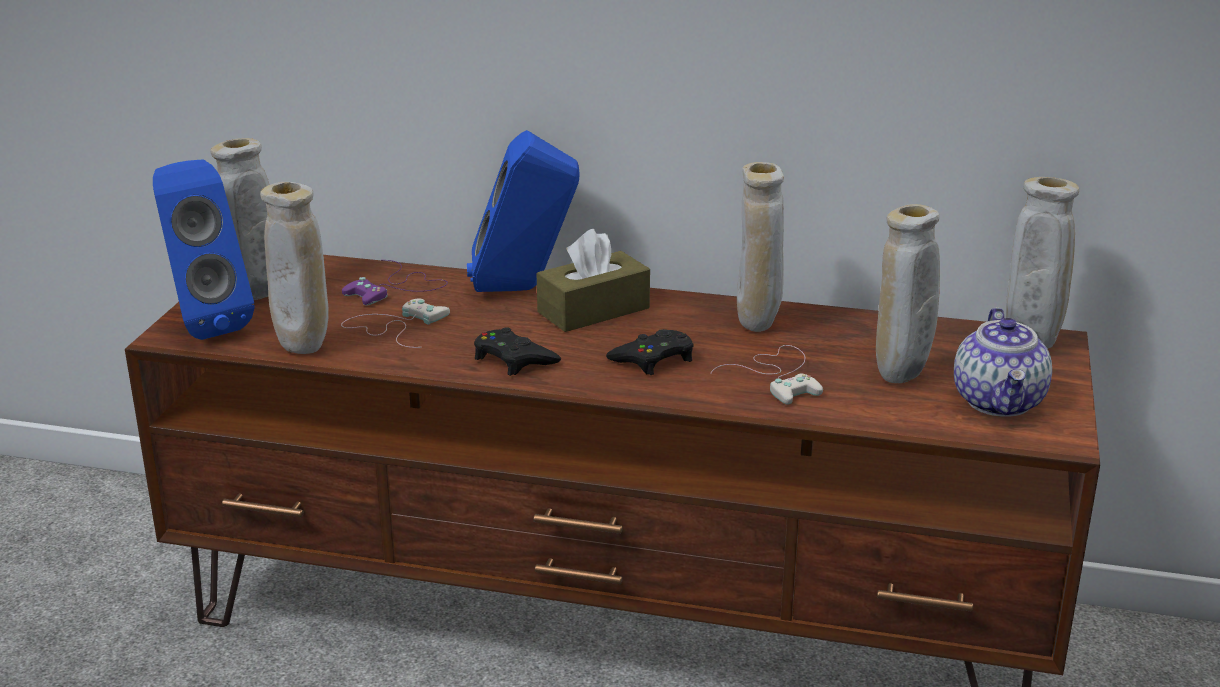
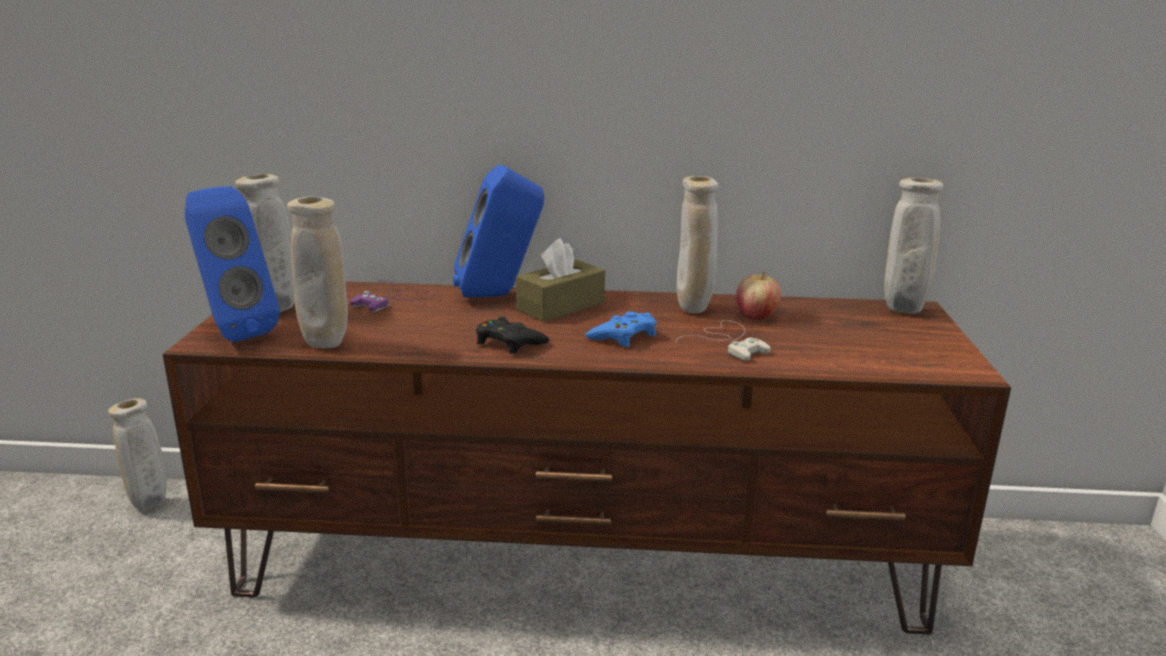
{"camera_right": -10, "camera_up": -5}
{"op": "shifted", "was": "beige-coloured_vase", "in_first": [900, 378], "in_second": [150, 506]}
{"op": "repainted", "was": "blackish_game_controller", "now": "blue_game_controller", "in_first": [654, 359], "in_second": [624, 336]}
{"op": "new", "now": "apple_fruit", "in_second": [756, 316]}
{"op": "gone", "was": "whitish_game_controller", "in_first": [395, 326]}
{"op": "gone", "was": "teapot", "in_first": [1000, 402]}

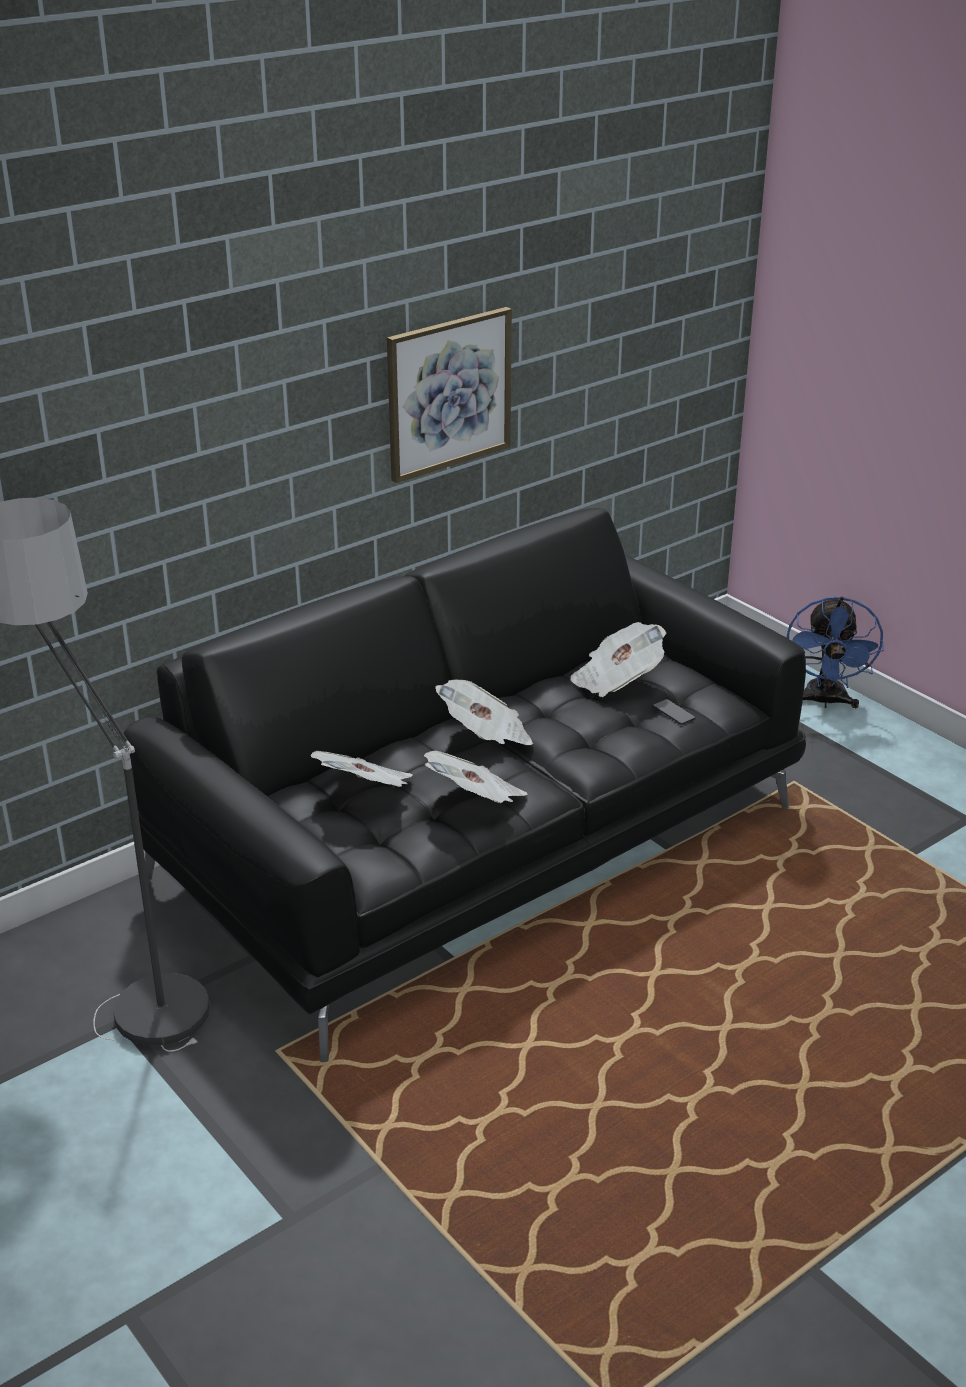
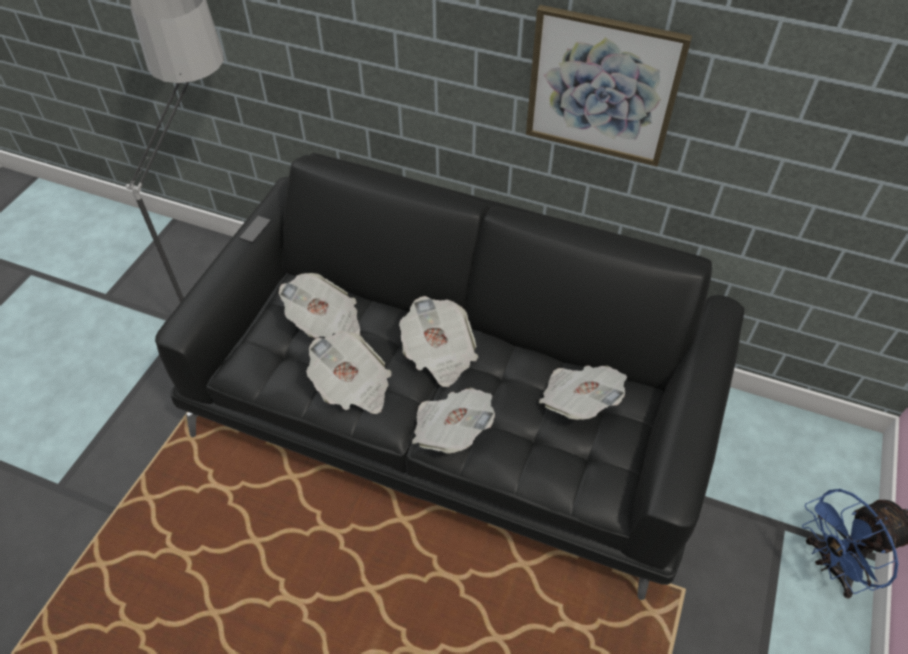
{"camera_right": 60, "camera_up": 20}
{"op": "shifted", "was": "phone", "in_first": [674, 713], "in_second": [255, 230]}
{"op": "new", "now": "daily_paper", "in_second": [451, 430]}

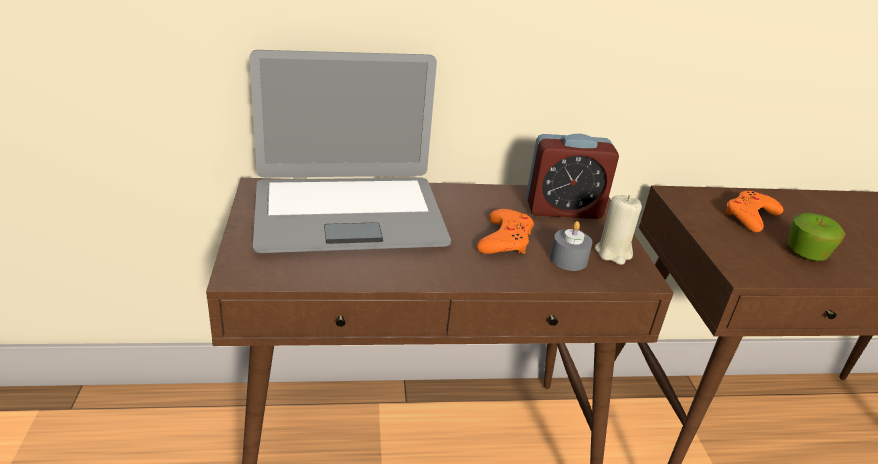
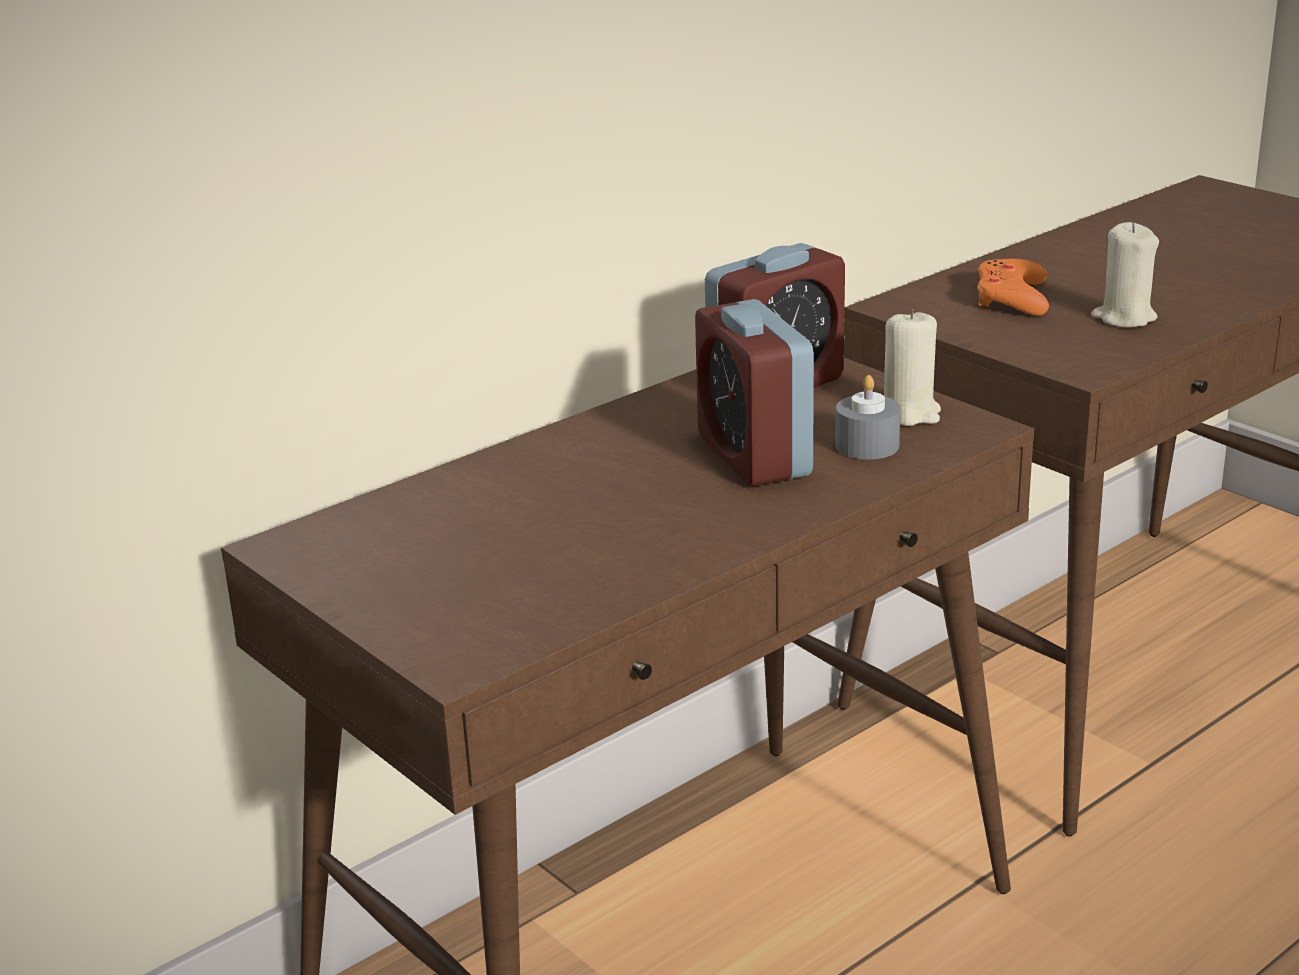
{"camera_right": -30, "camera_up": -5}
{"op": "swapped", "was": "orange-coloured_game_controller", "now": "table_clock", "in_first": [505, 239], "in_second": [754, 456]}
{"op": "swapped", "was": "apple_fruit", "now": "beige-coloured_wax_candle", "in_first": [806, 254], "in_second": [1124, 318]}
{"op": "gone", "was": "portable_computer", "in_first": [348, 214]}

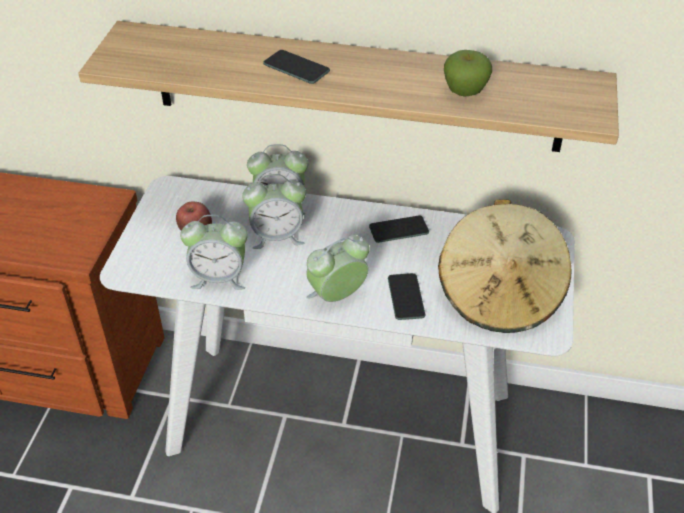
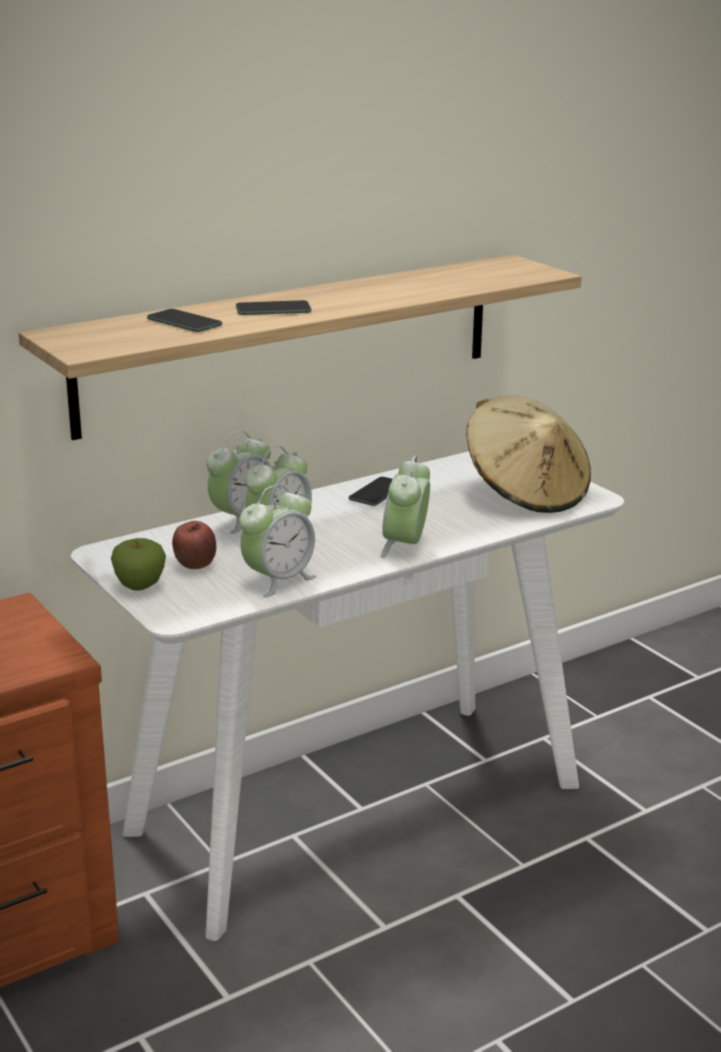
{"camera_right": -45, "camera_up": -20}
{"op": "shifted", "was": "apple_fruit", "in_first": [465, 92], "in_second": [140, 586]}
{"op": "shifted", "was": "phone", "in_first": [406, 297], "in_second": [184, 322]}

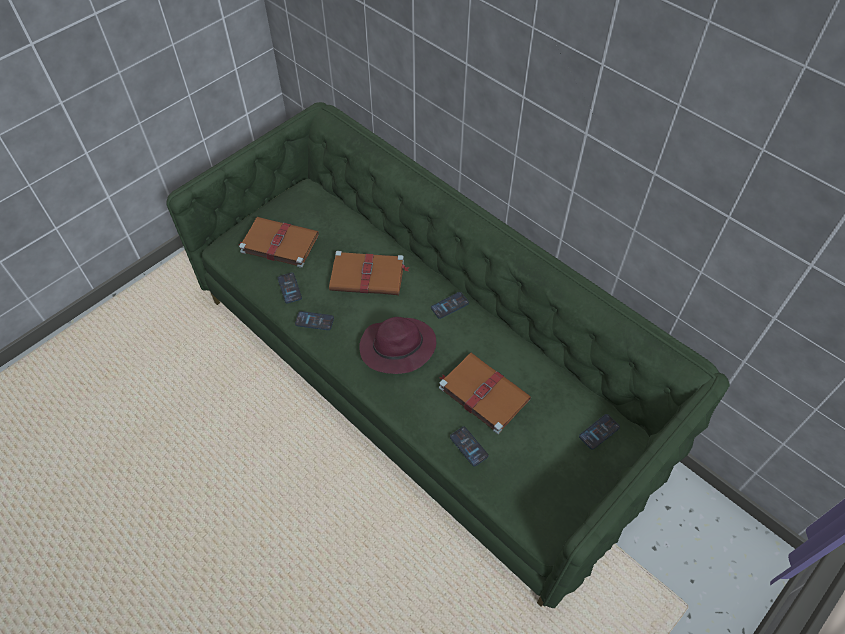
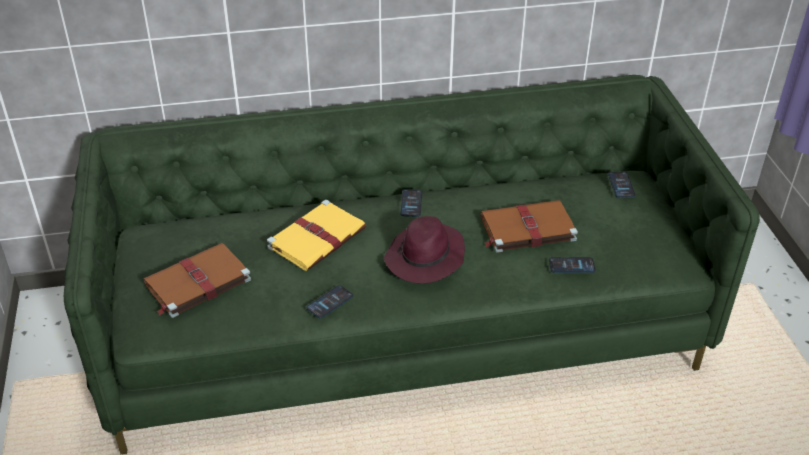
{"camera_right": -55, "camera_up": -15}
{"op": "repainted", "was": "brown_volume", "now": "yellow_volume", "in_first": [368, 276], "in_second": [318, 237]}
{"op": "gone", "was": "phone", "in_first": [289, 288]}

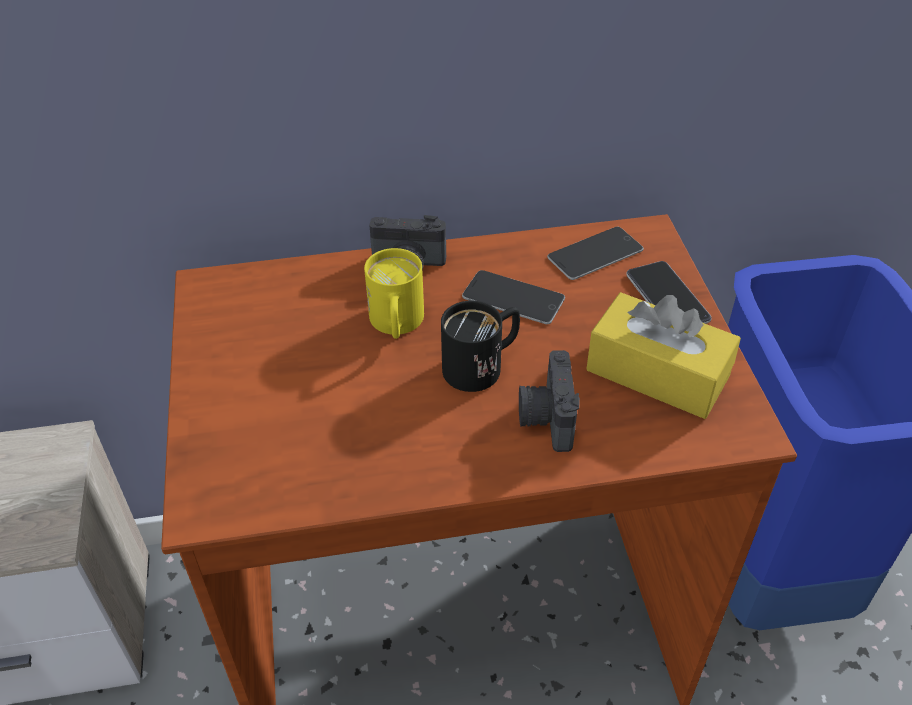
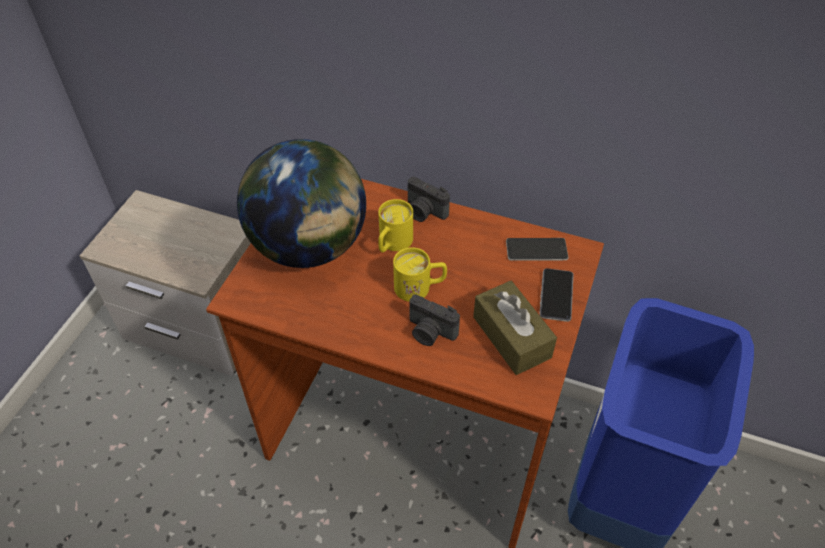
{"camera_right": 30, "camera_up": 5}
{"op": "new", "now": "globe", "in_second": [309, 246]}
{"op": "repainted", "was": "blackish_coffee_mug", "now": "yellow_coffee_mug", "in_first": [482, 365], "in_second": [420, 287]}
{"op": "rotated", "was": "still_camera", "in_first": [545, 418], "in_second": [430, 332], "clockwise": -90}
{"op": "repainted", "was": "yellow_tissue_holder", "now": "brown_tissue_holder", "in_first": [657, 373], "in_second": [511, 337]}
{"op": "gone", "was": "phone", "in_first": [513, 297]}

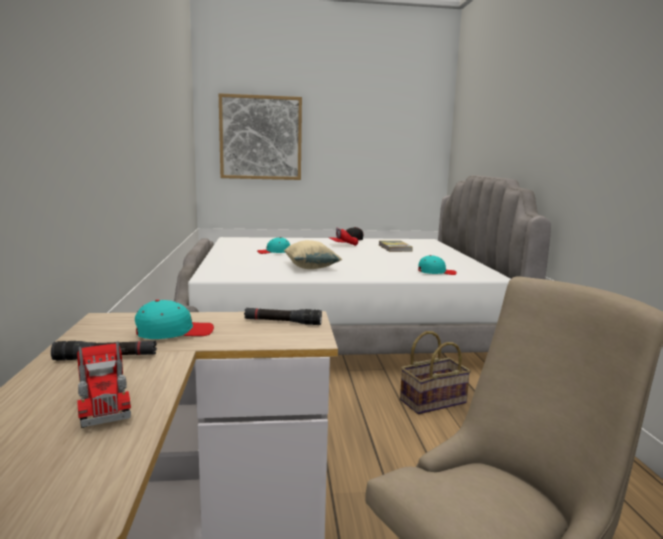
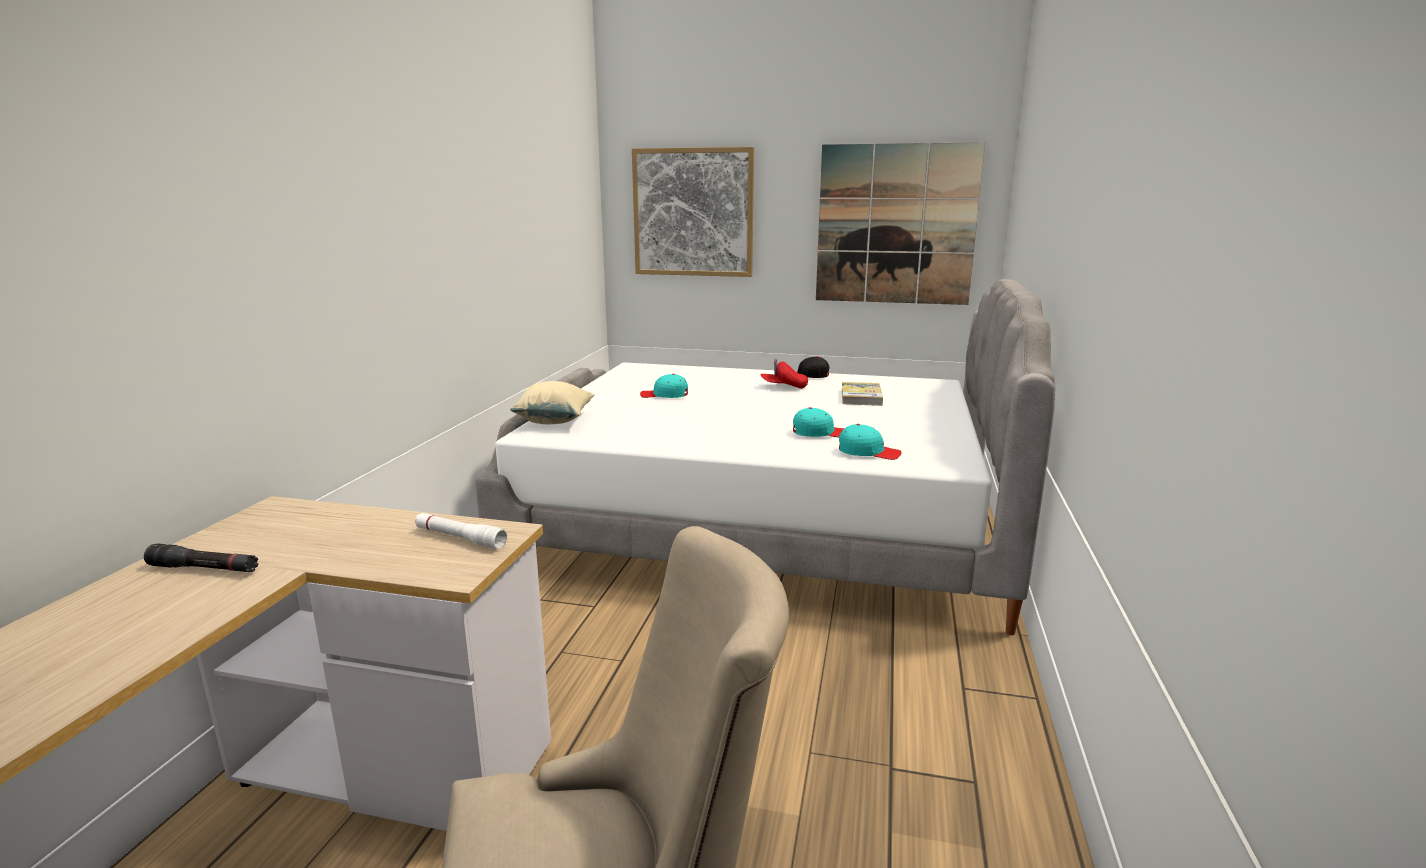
{"camera_right": 20, "camera_up": 5}
{"op": "repainted", "was": "blackish_hand_torch", "now": "whitish_hand_torch", "in_first": [282, 322], "in_second": [460, 538]}
{"op": "shifted", "was": "beige-coloured_pillow", "in_first": [311, 268], "in_second": [555, 421]}
{"op": "shifted", "was": "turquoise_baseball_cap", "in_first": [174, 332], "in_second": [820, 433]}
{"op": "new", "now": "wall_picture", "in_second": [895, 225]}
{"op": "gone", "was": "toy_truck", "in_first": [102, 395]}
{"op": "gone", "was": "household_basket", "in_first": [432, 401]}

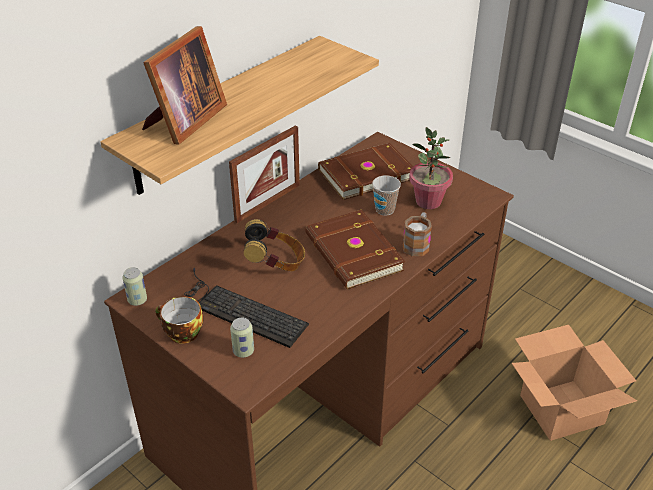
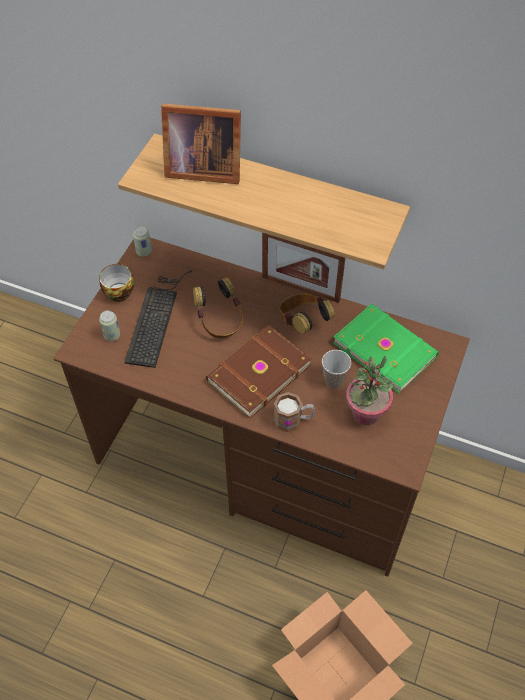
{"camera_right": 70, "camera_up": 15}
{"op": "new", "now": "pair_of_headphones", "in_second": [303, 322]}
{"op": "repainted", "was": "brown_volume", "now": "greenish_volume", "in_first": [365, 173], "in_second": [385, 348]}

